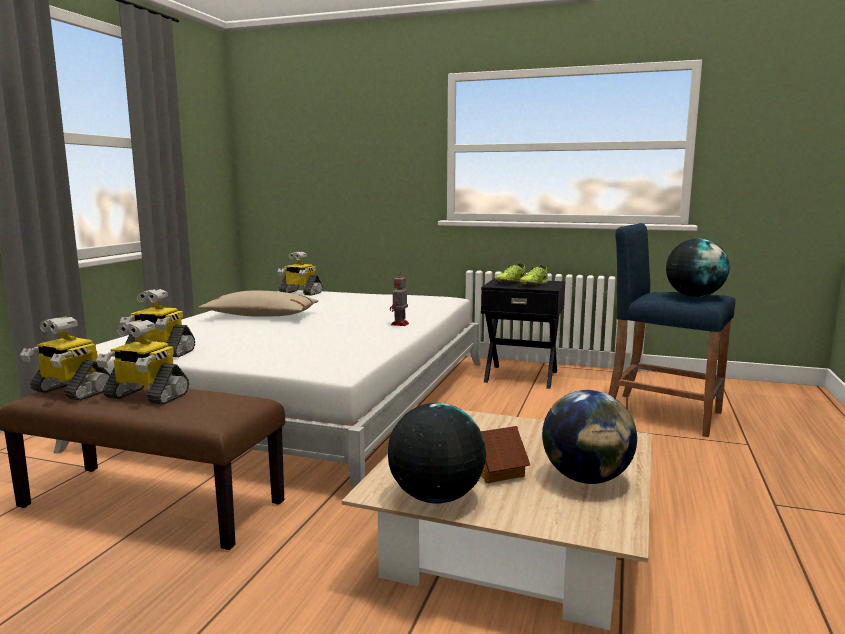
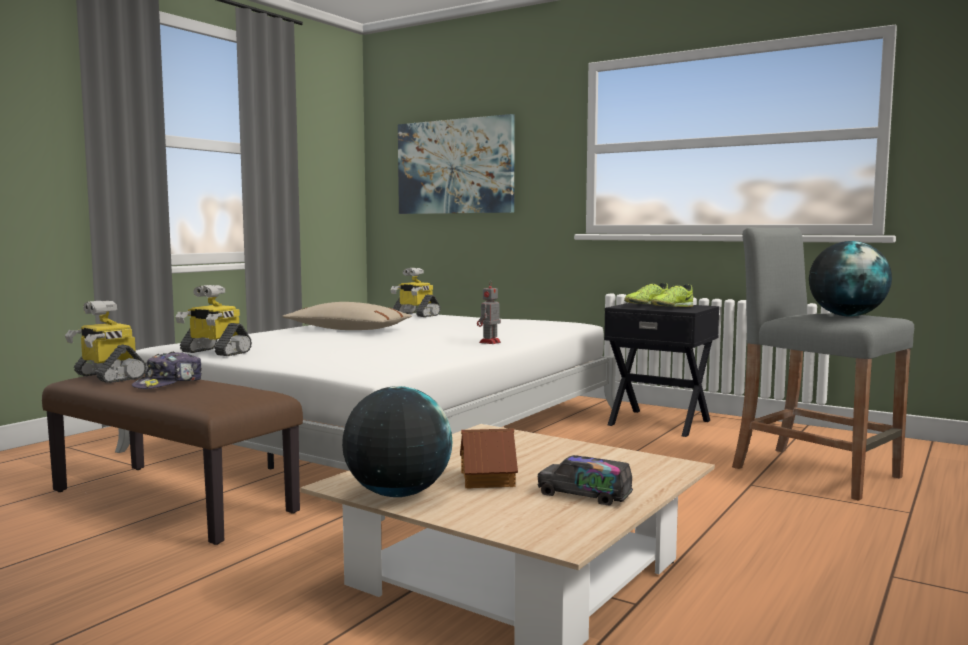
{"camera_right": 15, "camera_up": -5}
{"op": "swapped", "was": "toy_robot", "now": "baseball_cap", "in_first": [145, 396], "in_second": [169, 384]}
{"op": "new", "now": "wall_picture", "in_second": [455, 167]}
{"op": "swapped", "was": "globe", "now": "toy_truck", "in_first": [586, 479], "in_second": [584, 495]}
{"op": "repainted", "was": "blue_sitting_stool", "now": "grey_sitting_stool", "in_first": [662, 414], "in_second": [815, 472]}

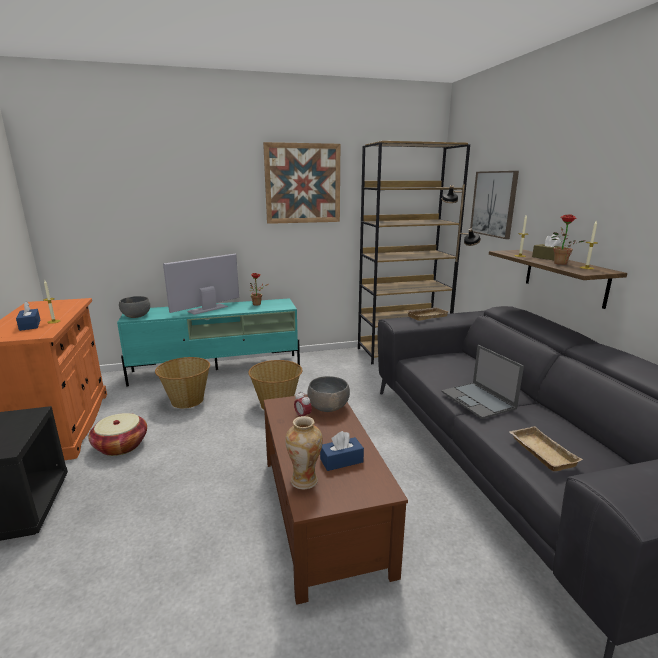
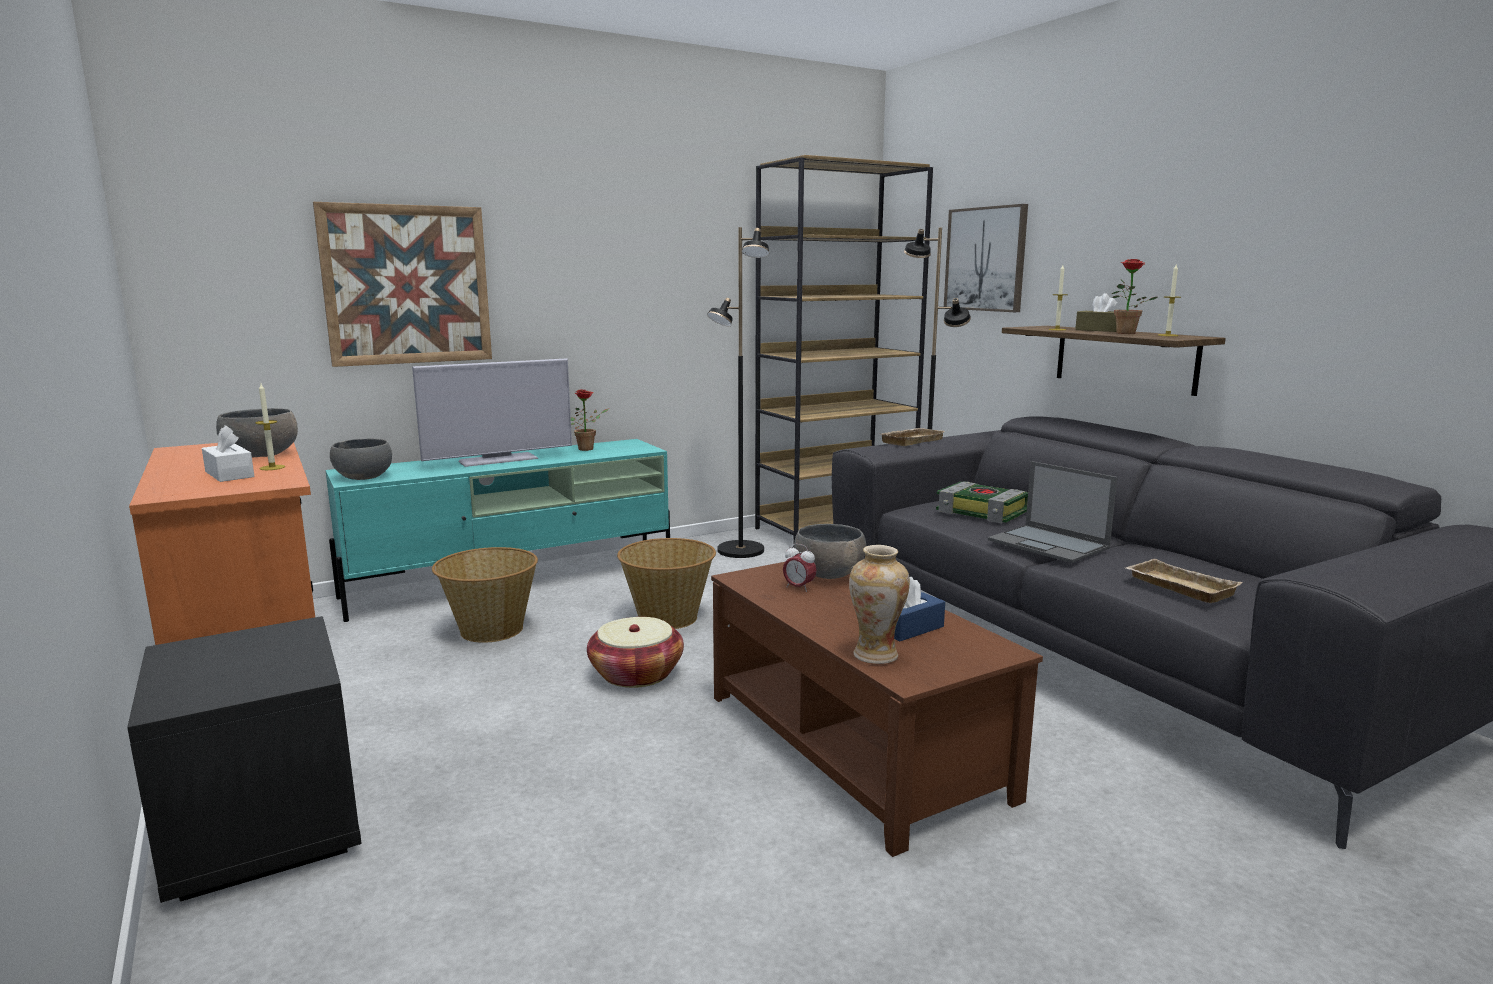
{"camera_right": -15, "camera_up": -5}
{"op": "repainted", "was": "blue_tissue_holder", "now": "whitish_tissue_holder", "in_first": [30, 325], "in_second": [229, 474]}
{"op": "new", "now": "grey_deep_dish", "in_second": [261, 455]}
{"op": "shifted", "was": "wall_picture", "in_first": [303, 183], "in_second": [407, 285]}
{"op": "rotated", "was": "television", "in_first": [208, 309], "in_second": [498, 460], "clockwise": -150}
{"op": "shifted", "was": "household_basket", "in_first": [121, 445], "in_second": [636, 674]}
{"op": "new", "now": "blackish_standard_lamp", "in_second": [740, 551]}
{"op": "new", "now": "volume", "in_second": [984, 511]}

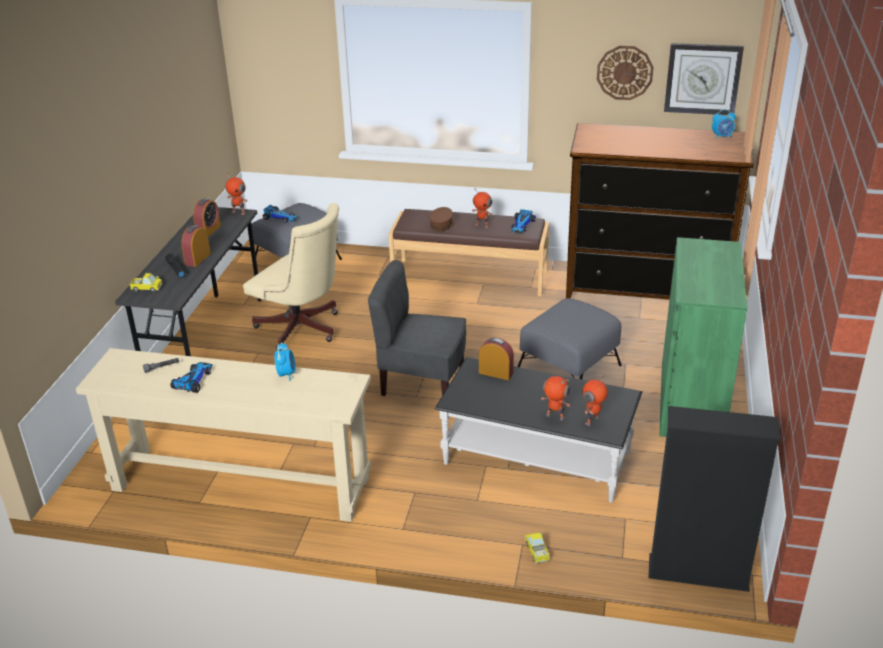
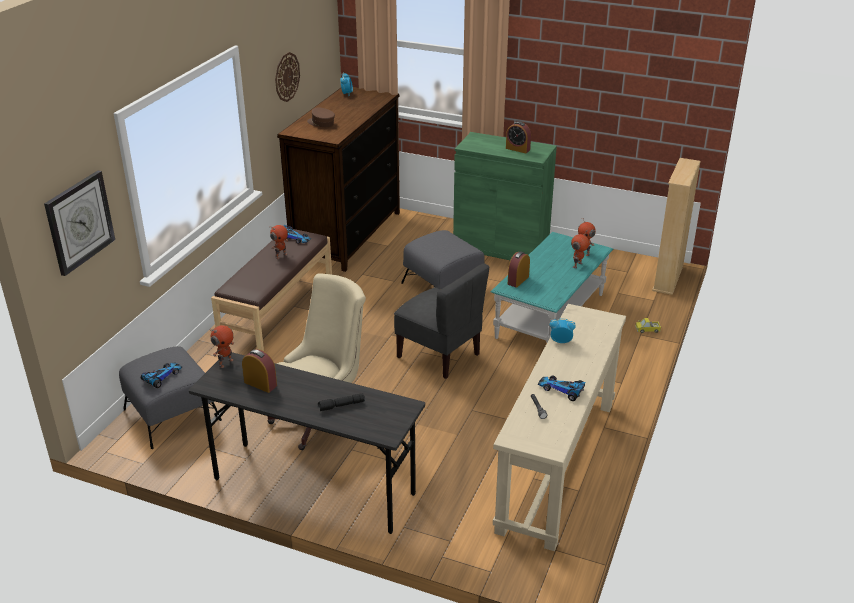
{"camera_right": -80, "camera_up": 0}
{"op": "shifted", "was": "clock_on_the_wall", "in_first": [702, 78], "in_second": [79, 222]}
{"op": "shifted", "was": "brown_baseball_cap", "in_first": [442, 224], "in_second": [321, 123]}
{"op": "rotated", "was": "grey_chair", "in_first": [422, 383], "in_second": [439, 355], "clockwise": -75}
{"op": "repainted", "was": "blackish_low_table", "now": "turquoise_low_table", "in_first": [536, 457], "in_second": [550, 316]}
{"op": "shifted", "was": "table_clock", "in_first": [198, 259], "in_second": [517, 149]}
{"op": "repainted", "was": "blackish_shelving_unit", "now": "beige-coloured_shelving_unit", "in_first": [698, 573], "in_second": [668, 278]}
{"op": "gone", "was": "toy_truck", "in_first": [147, 288]}

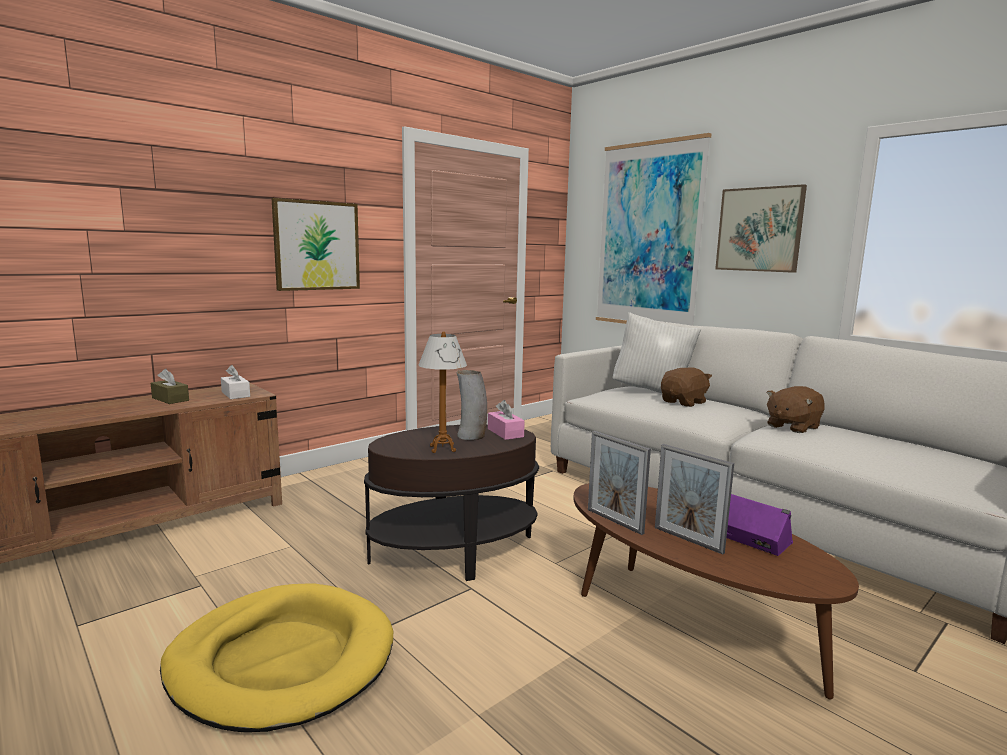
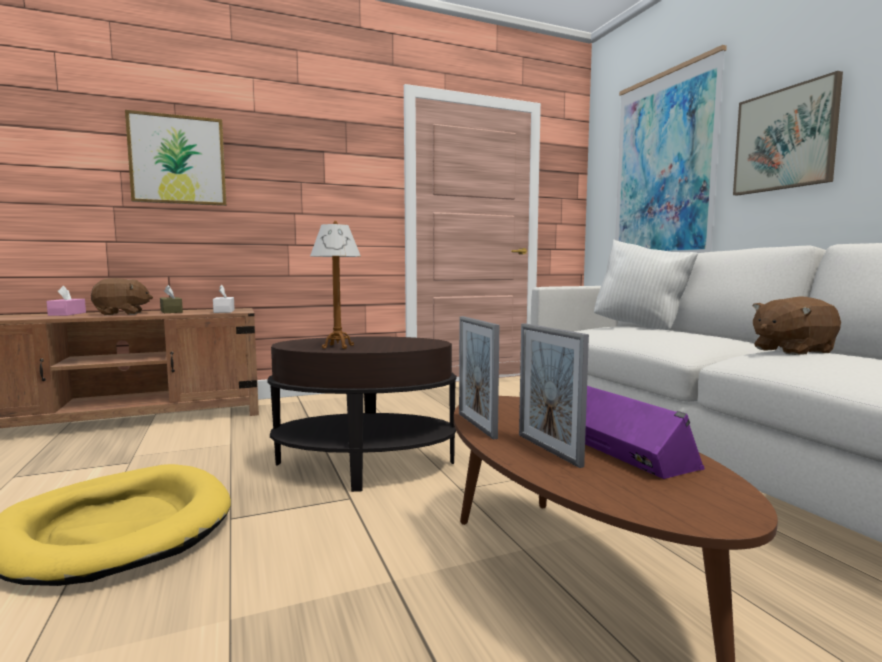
{"camera_right": 20, "camera_up": -5}
{"op": "shifted", "was": "pinkish_tissue_holder", "in_first": [505, 433], "in_second": [67, 314]}
{"op": "shifted", "was": "brown_soft_toy", "in_first": [684, 402], "in_second": [121, 314]}
{"op": "shifted", "was": "wall_picture", "in_first": [317, 245], "in_second": [178, 160]}
{"op": "gone", "was": "vase", "in_first": [471, 436]}

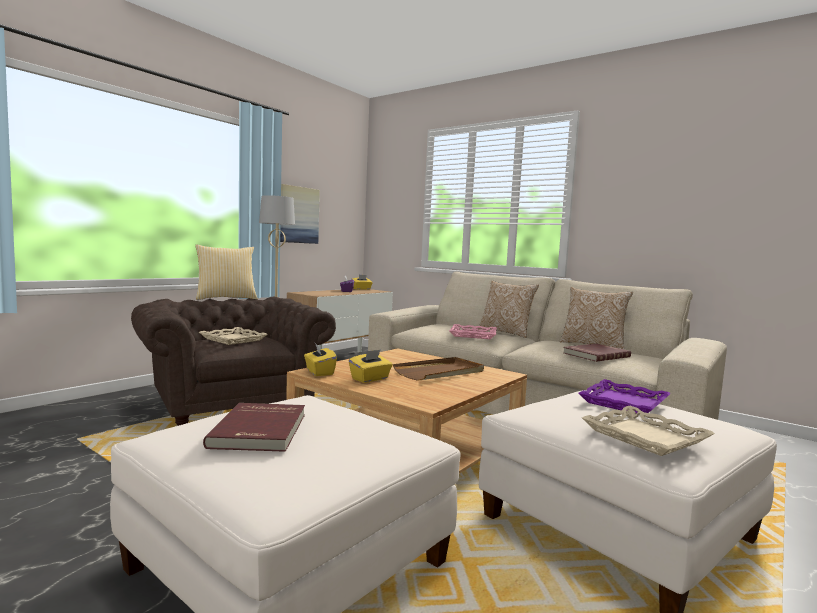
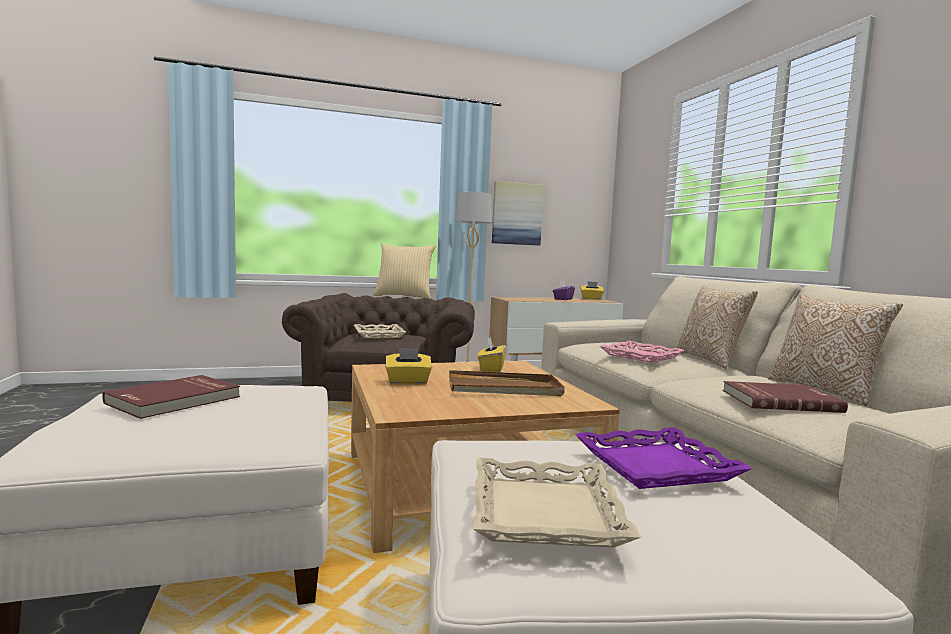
{"camera_right": 35, "camera_up": 0}
{"op": "shifted", "was": "yellow_tissue_holder", "in_first": [319, 372], "in_second": [491, 369]}

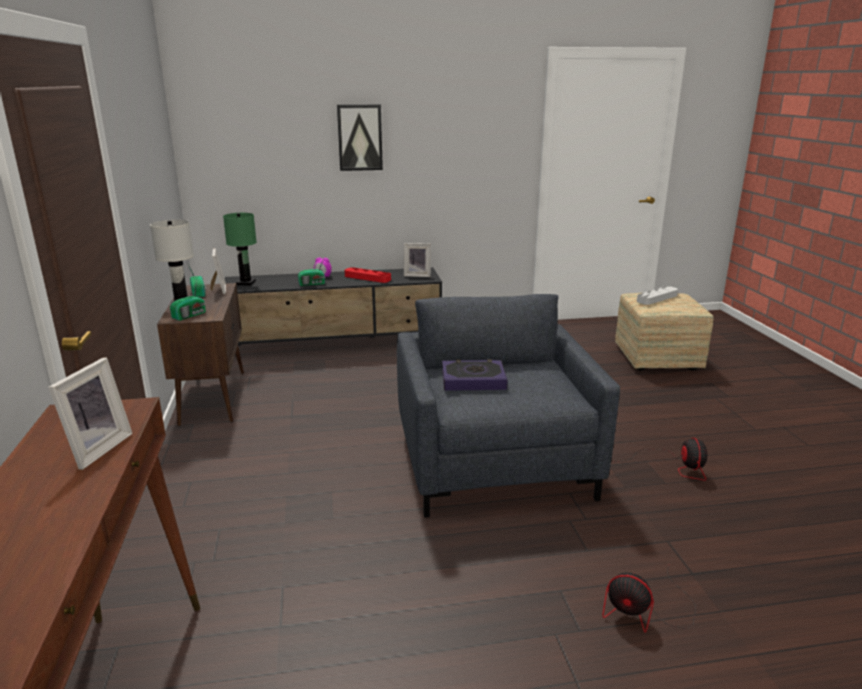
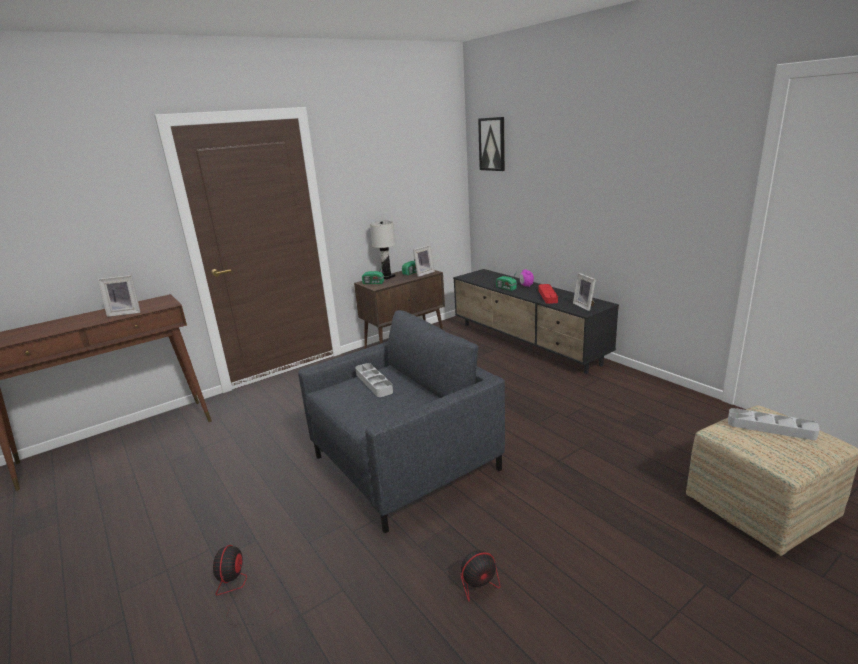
{"camera_right": 65, "camera_up": 0}
{"op": "swapped", "was": "volume", "now": "grey_carrying_tray", "in_first": [473, 380], "in_second": [374, 383]}
{"op": "shifted", "was": "wall_picture", "in_first": [360, 137], "in_second": [492, 144]}
{"op": "gone", "was": "greenish_lamp_for_a_table", "in_first": [245, 283]}

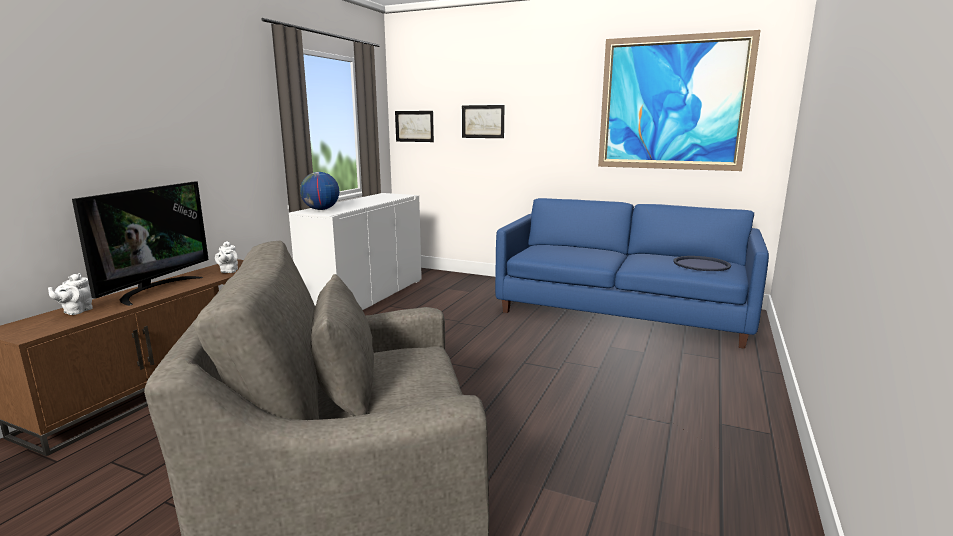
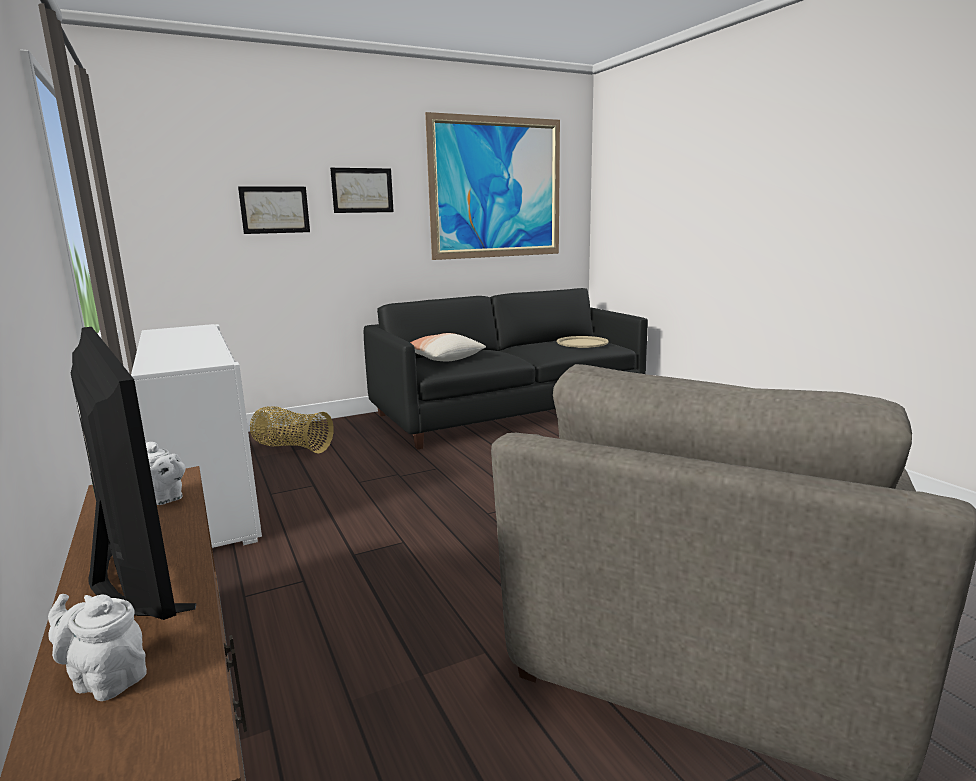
{"camera_right": -50, "camera_up": 0}
{"op": "rotated", "was": "whitish_teapot", "in_first": [76, 311], "in_second": [106, 679], "clockwise": 150}
{"op": "new", "now": "household_basket", "in_second": [292, 447]}
{"op": "shifted", "was": "wall_picture", "in_first": [414, 126], "in_second": [362, 190]}
{"op": "repainted", "was": "blue_sofa", "now": "blackish_sofa", "in_first": [622, 311], "in_second": [508, 411]}
{"op": "new", "now": "pillow", "in_second": [443, 358]}
{"op": "repainted", "was": "blue_carrying_tray", "now": "beige-coloured_carrying_tray", "in_first": [701, 264], "in_second": [582, 343]}
{"op": "gone", "was": "globe", "in_first": [321, 209]}

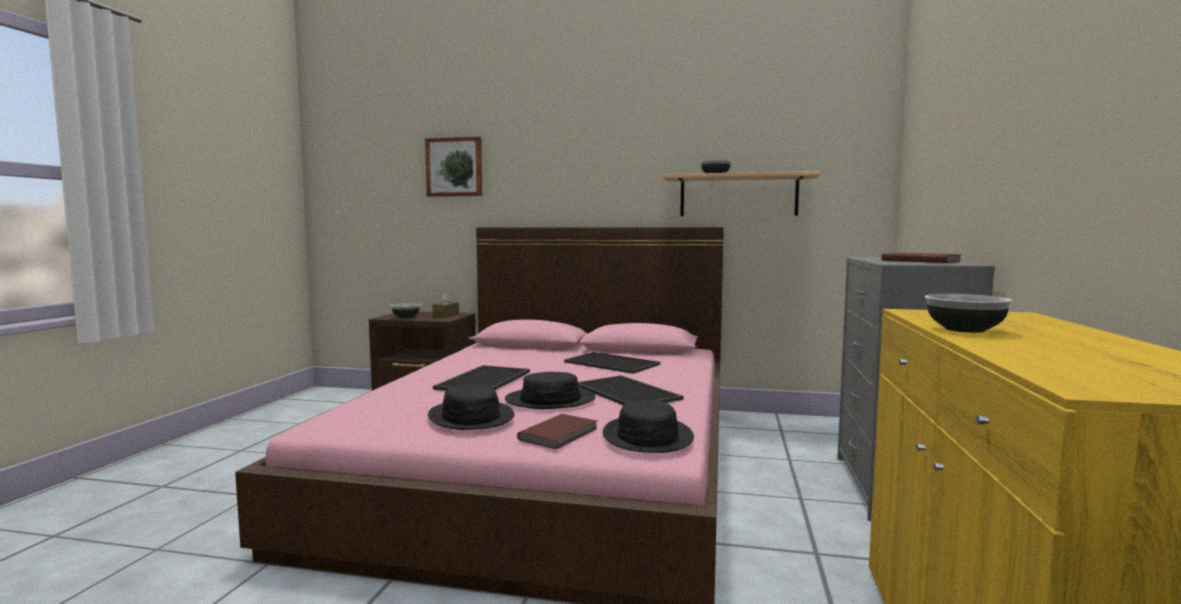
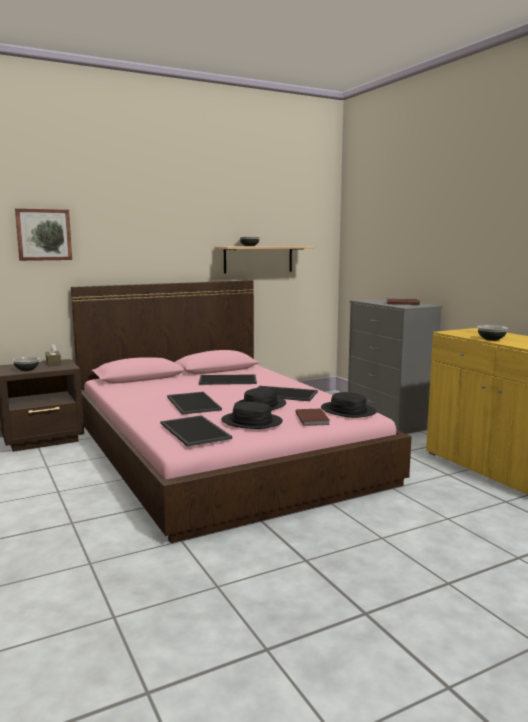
{"camera_right": -40, "camera_up": 5}
{"op": "new", "now": "carrying_tray", "in_second": [196, 431]}

